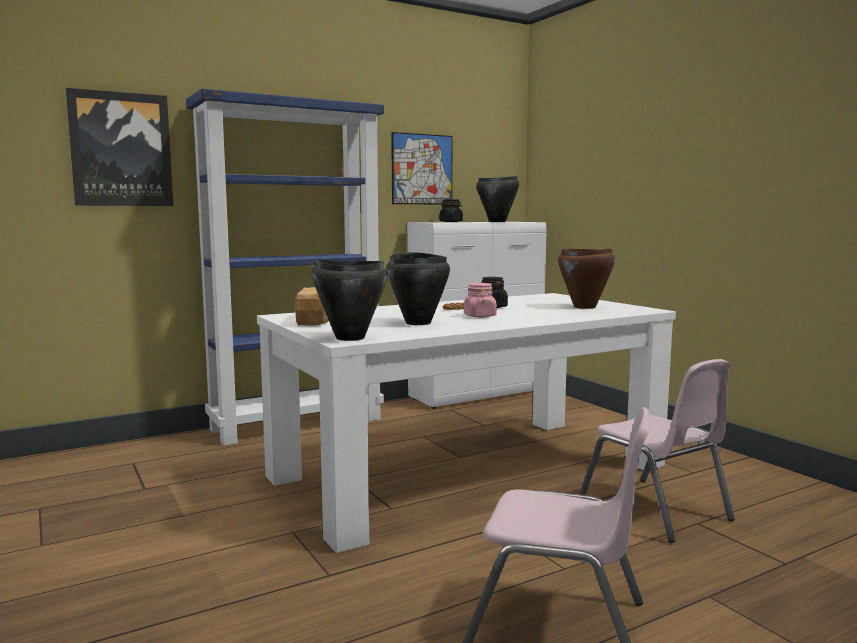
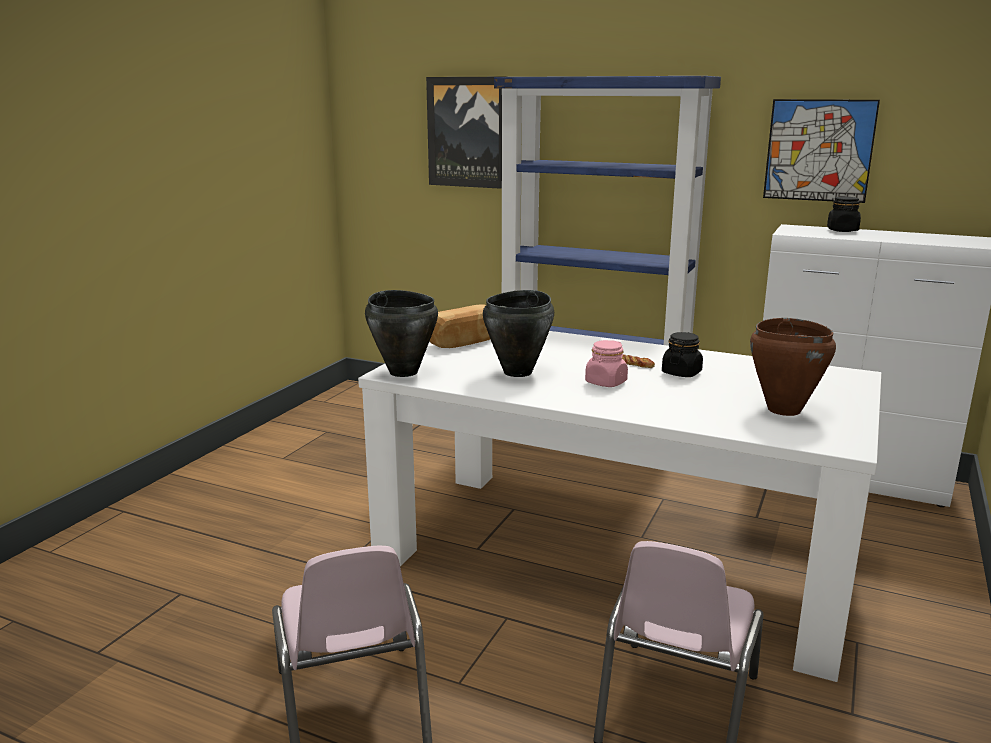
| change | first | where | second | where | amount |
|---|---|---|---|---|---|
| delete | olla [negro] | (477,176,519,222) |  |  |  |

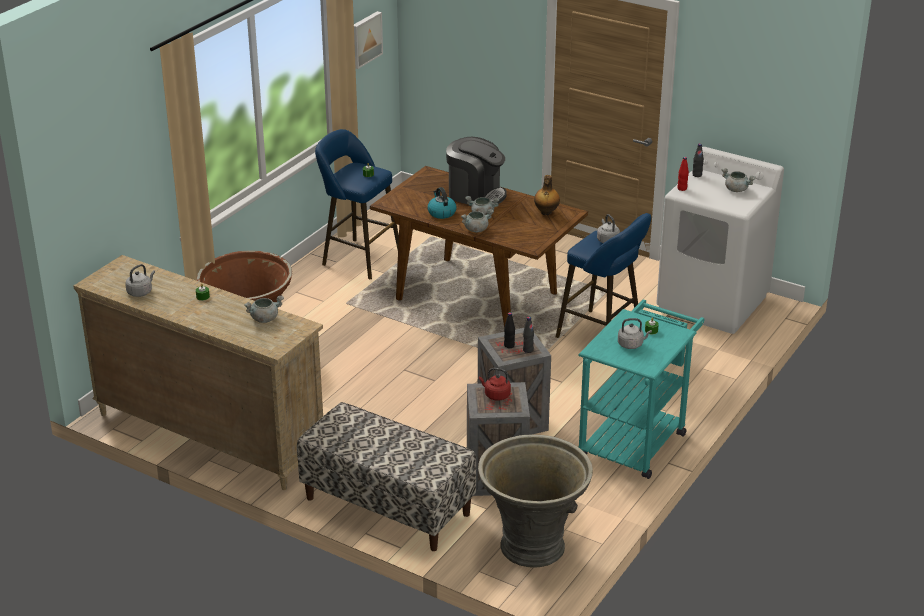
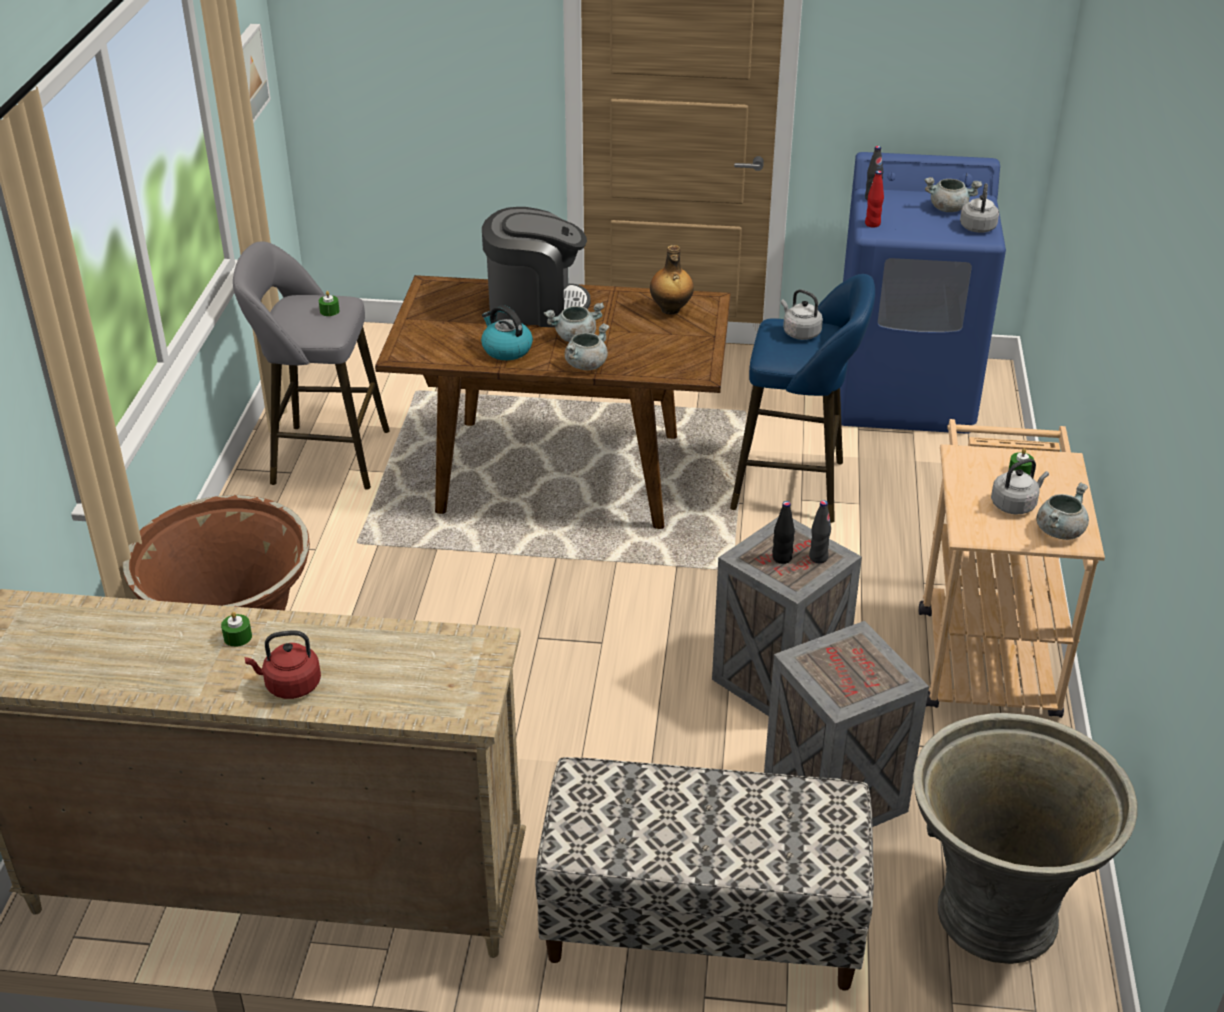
| change | first | where | second | where | amount |
|---|---|---|---|---|---|
| recolor | taburete [azul] | (315,129,399,279) | taburete [gris] | (233,241,390,490) |  |
| move | hervidor [rojo] | (479,368,511,401) |  | (244,631,321,699) |  |
| recolor | lavadora [blanco] | (656,147,784,334) | lavadora [azul] | (840,152,1006,434) |  |
| recolor | carrito [turquesa] | (578,299,704,479) | carrito [beis] | (919,419,1105,718) |  |
| move | hervidor [gris] | (125,264,155,297) |  | (960,183,999,233) |  |
| move | olla [gris] | (244,296,284,323) |  | (1036,482,1089,540) |  |

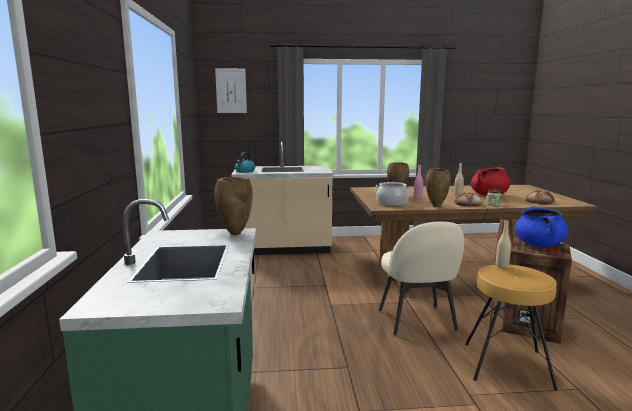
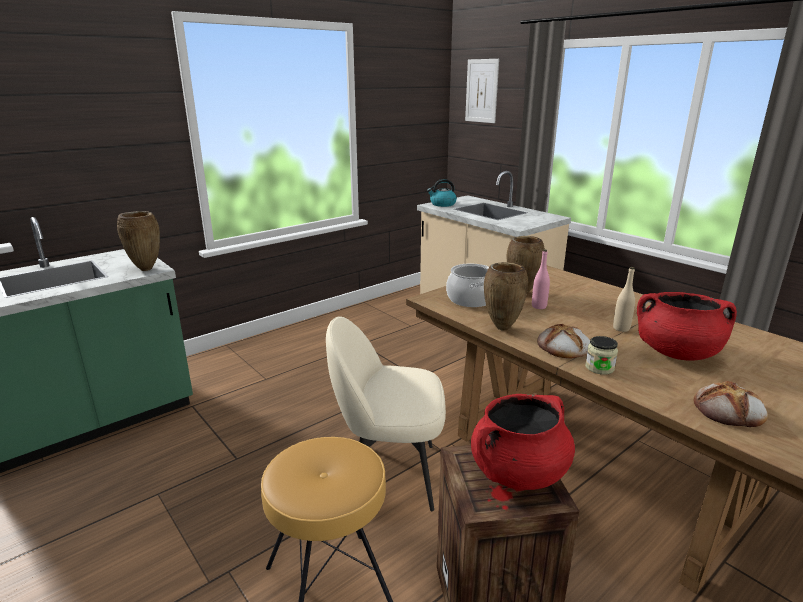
| change | first | where | second | where | amount |
|---|---|---|---|---|---|
| rotate | silla [beis] | (379,221,464,335) |  | (326,316,446,511) | 45 degrees clockwise |
| recolor | olla [azul] | (515,207,568,247) | olla [rojo] | (471,394,575,490) |  |
| delete | botella [beis] | (496,219,511,268) |  |  |  |

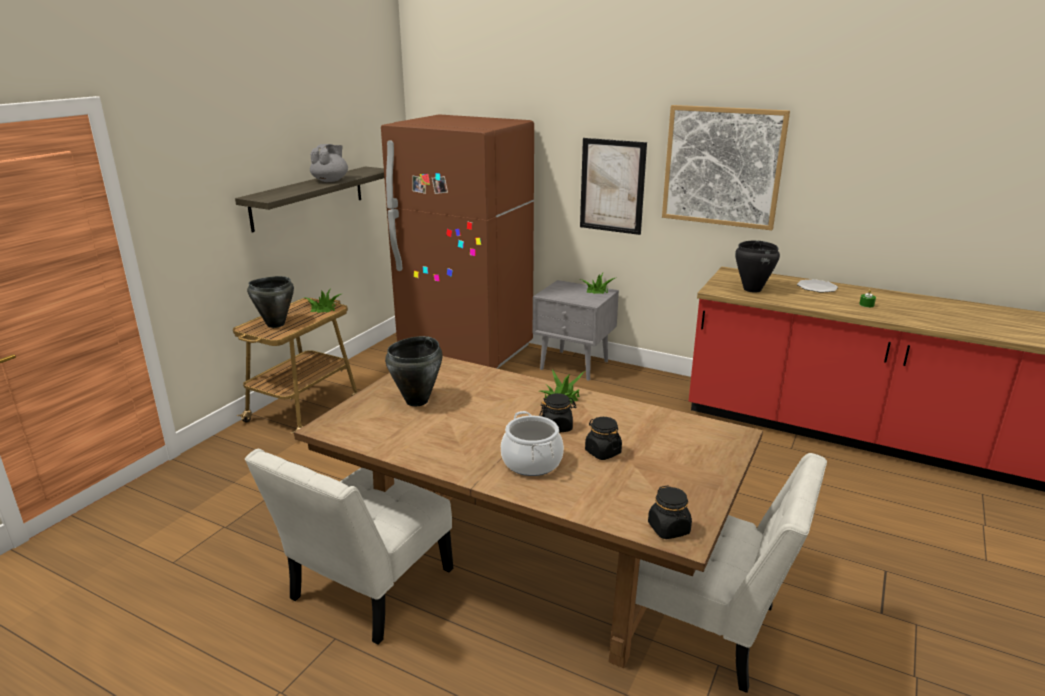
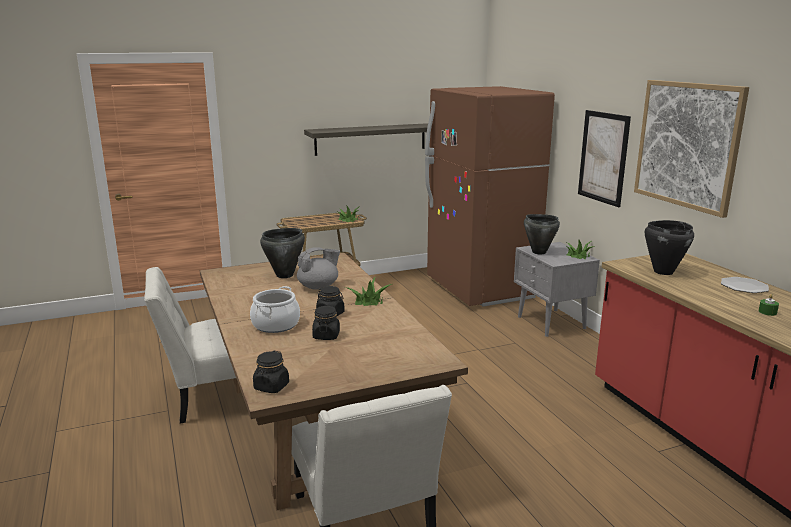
| change | first | where | second | where | amount |
|---|---|---|---|---|---|
| move | tetera [gris] | (310,144,348,182) |  | (297,247,340,290) |  |
| move | olla [negro] | (247,276,294,328) |  | (524,214,560,255) |  |

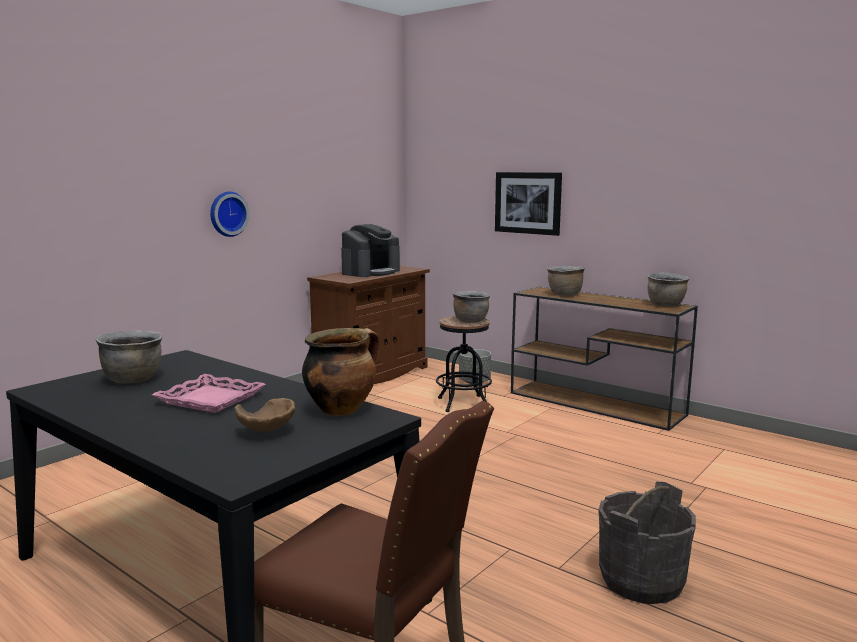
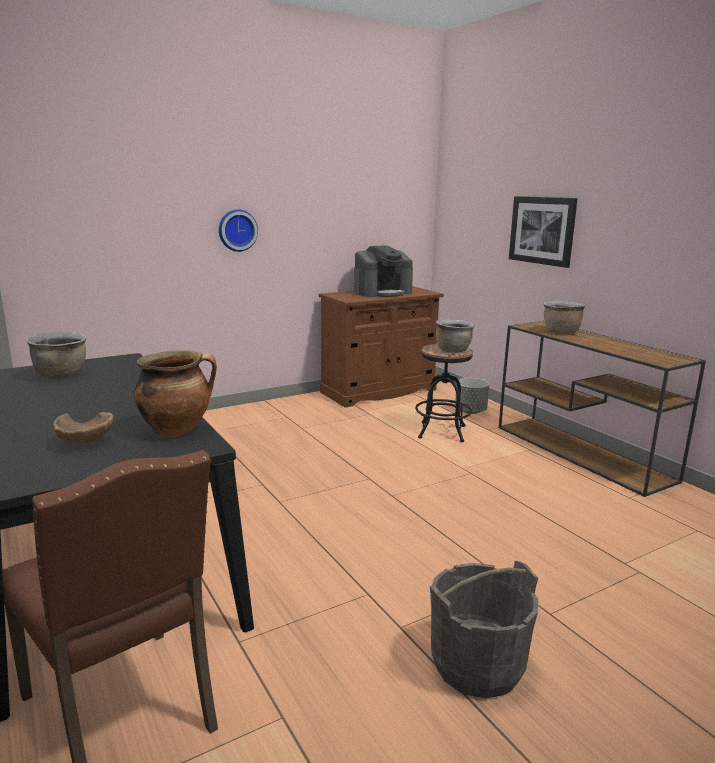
| change | first | where | second | where | amount |
|---|---|---|---|---|---|
| delete | bandeja [rosa] | (152,374,266,413) |  |  |  |
| delete | olla [marrón] | (647,272,689,306) |  |  |  |

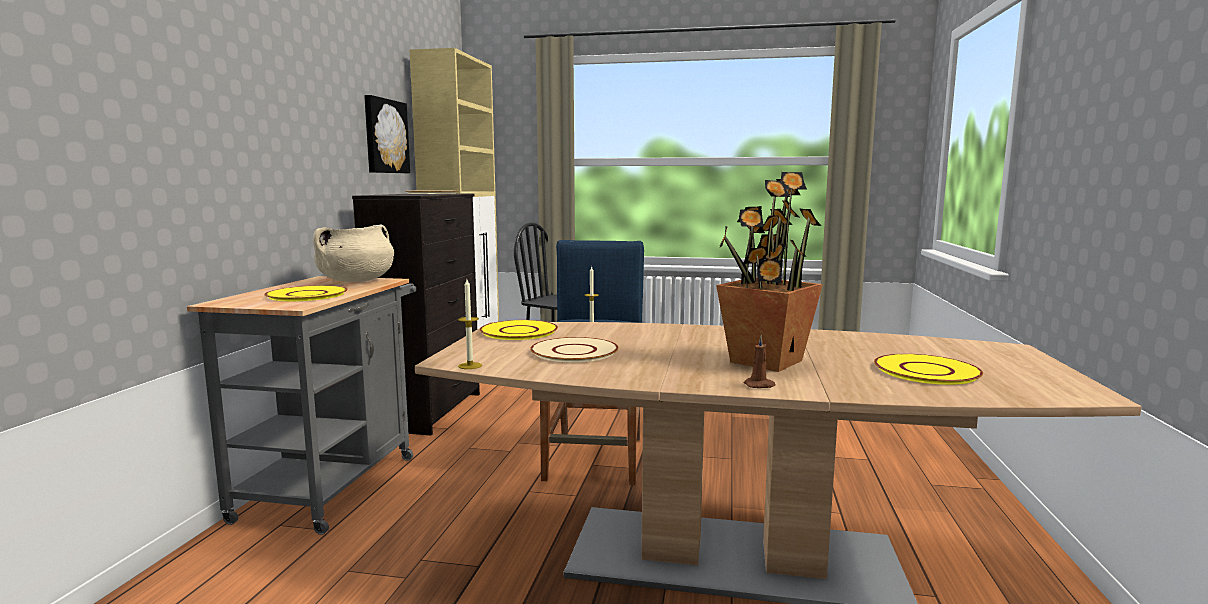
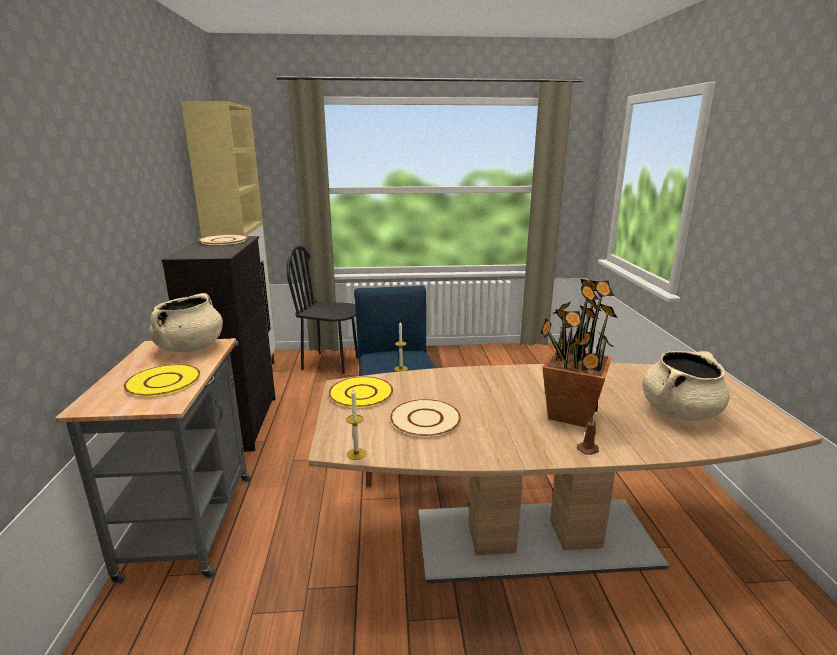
| change | first | where | second | where | amount |
|---|---|---|---|---|---|
| replace | plato [amarillo] | (874,354,983,385) | olla [beis] | (642,351,730,421) |  |
| delete | cuadro | (364,95,410,173) |  |  |  |

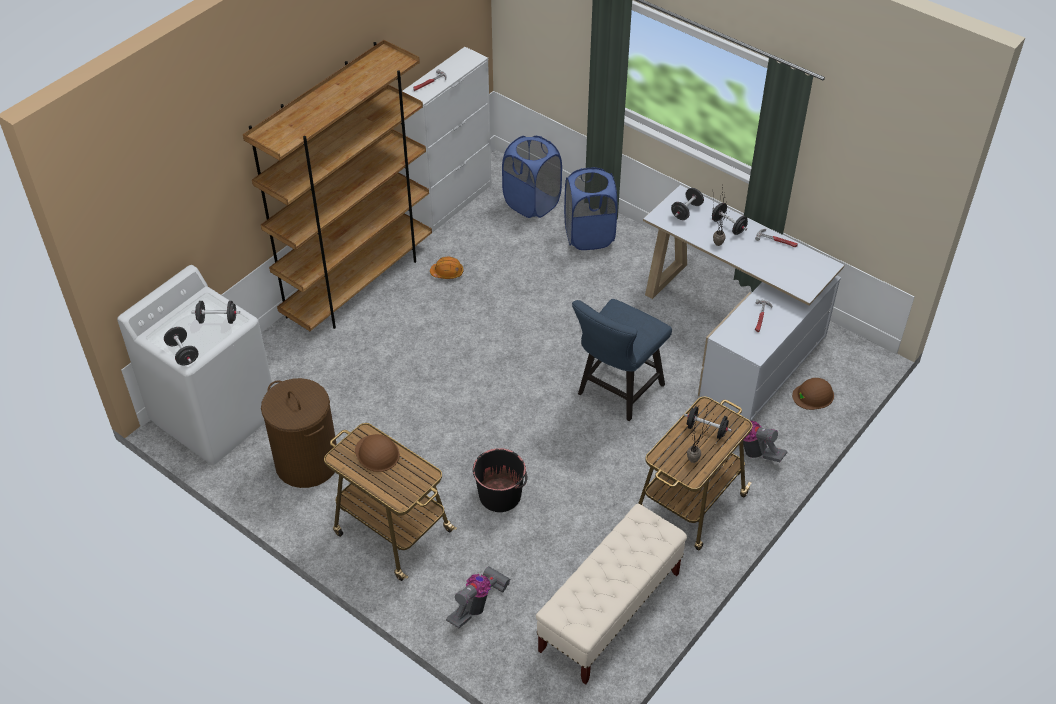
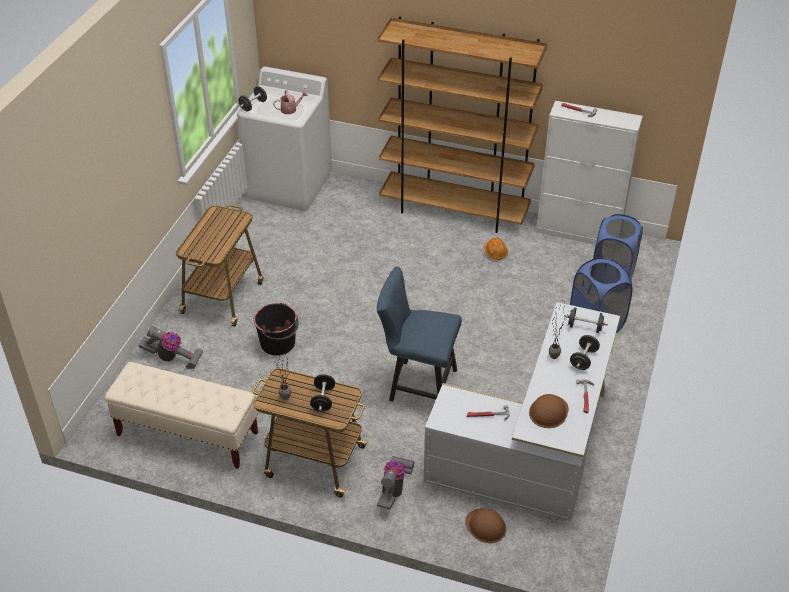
| change | first | where | second | where | amount |
|---|---|---|---|---|---|
| replace | mancuerna [negro] | (191,301,240,324) | regadera | (273,90,308,114) |  |
| move | casco [marrón] | (355,434,400,472) |  | (529,394,569,428) |  |
| delete | cesto de la ropa [marrón] | (261,378,337,488) |  |  |  |

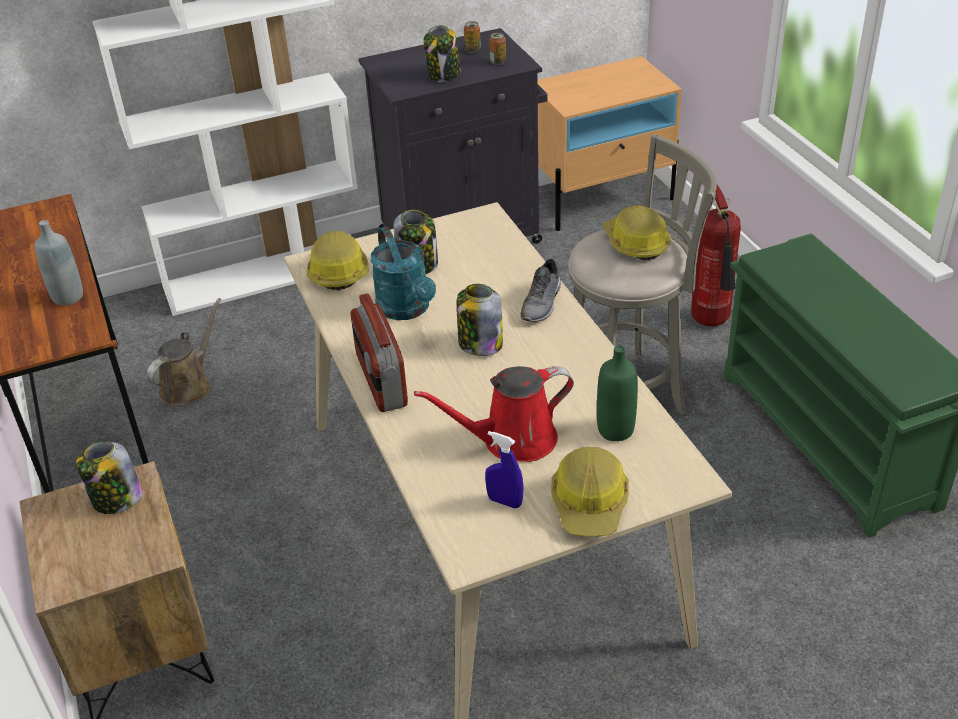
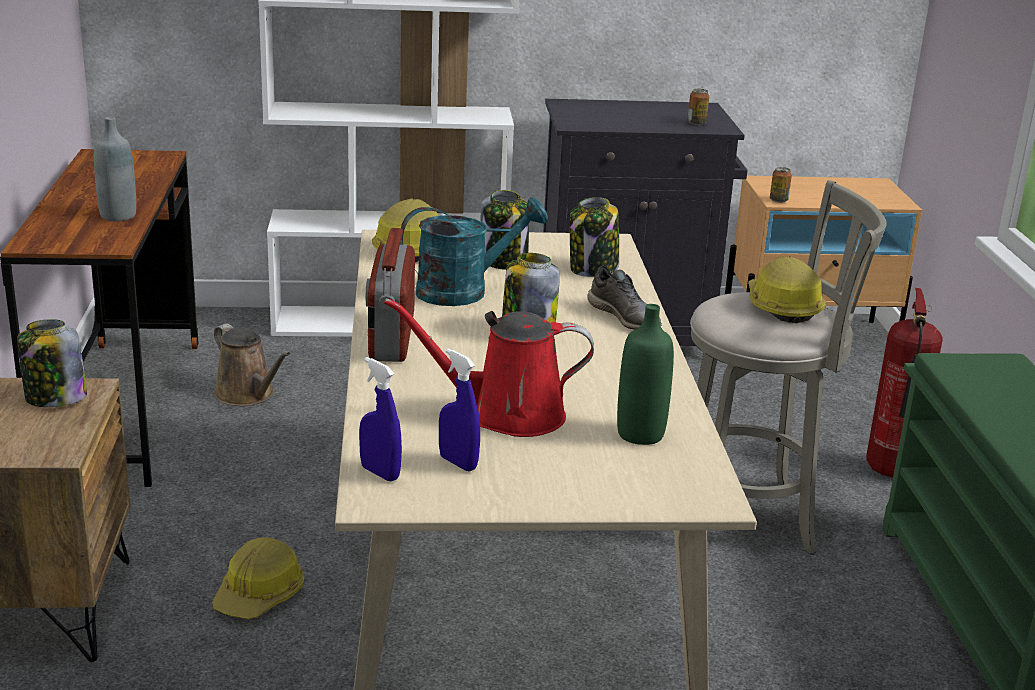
| change | first | where | second | where | amount |
|---|---|---|---|---|---|
| move | casco | (551,447,629,537) |  | (212,537,305,619) |  |
| rotate | regadera [marrón] | (147,298,221,406) |  | (214,323,291,406) | 90 degrees clockwise |
| insert |  |  | pulverizador [azul] | (359,357,402,482) |  |
| rotate | regadera [turquesa] | (370,226,436,320) |  | (401,197,548,306) | 105 degrees counterclockwise |
| move | tarro | (424,25,461,82) |  | (570,197,619,277) |  |
| rotate | zapato [gris] | (520,259,561,322) |  | (588,265,662,329) | 75 degrees counterclockwise |
| move | lata | (464,21,481,53) |  | (770,167,792,203) |  |

